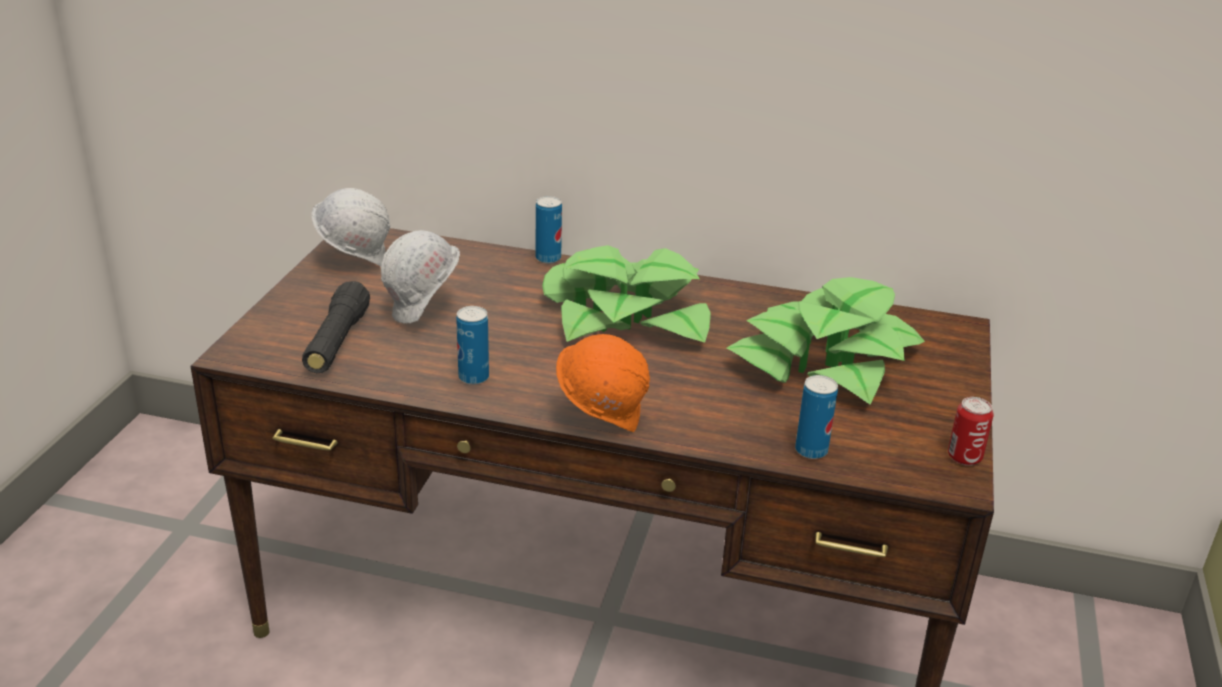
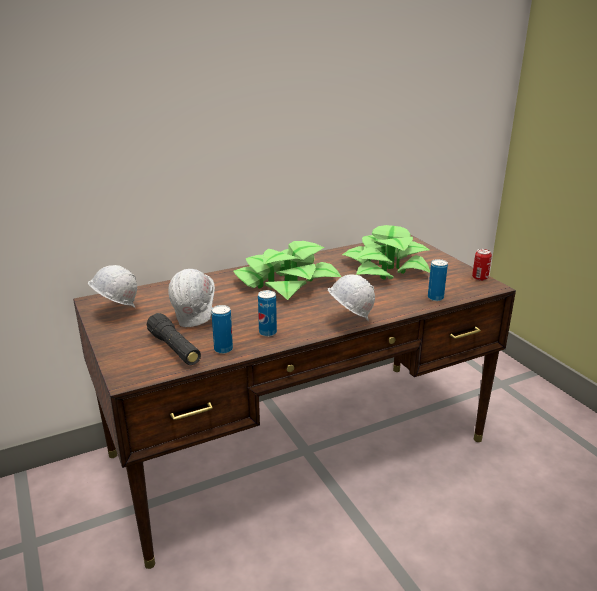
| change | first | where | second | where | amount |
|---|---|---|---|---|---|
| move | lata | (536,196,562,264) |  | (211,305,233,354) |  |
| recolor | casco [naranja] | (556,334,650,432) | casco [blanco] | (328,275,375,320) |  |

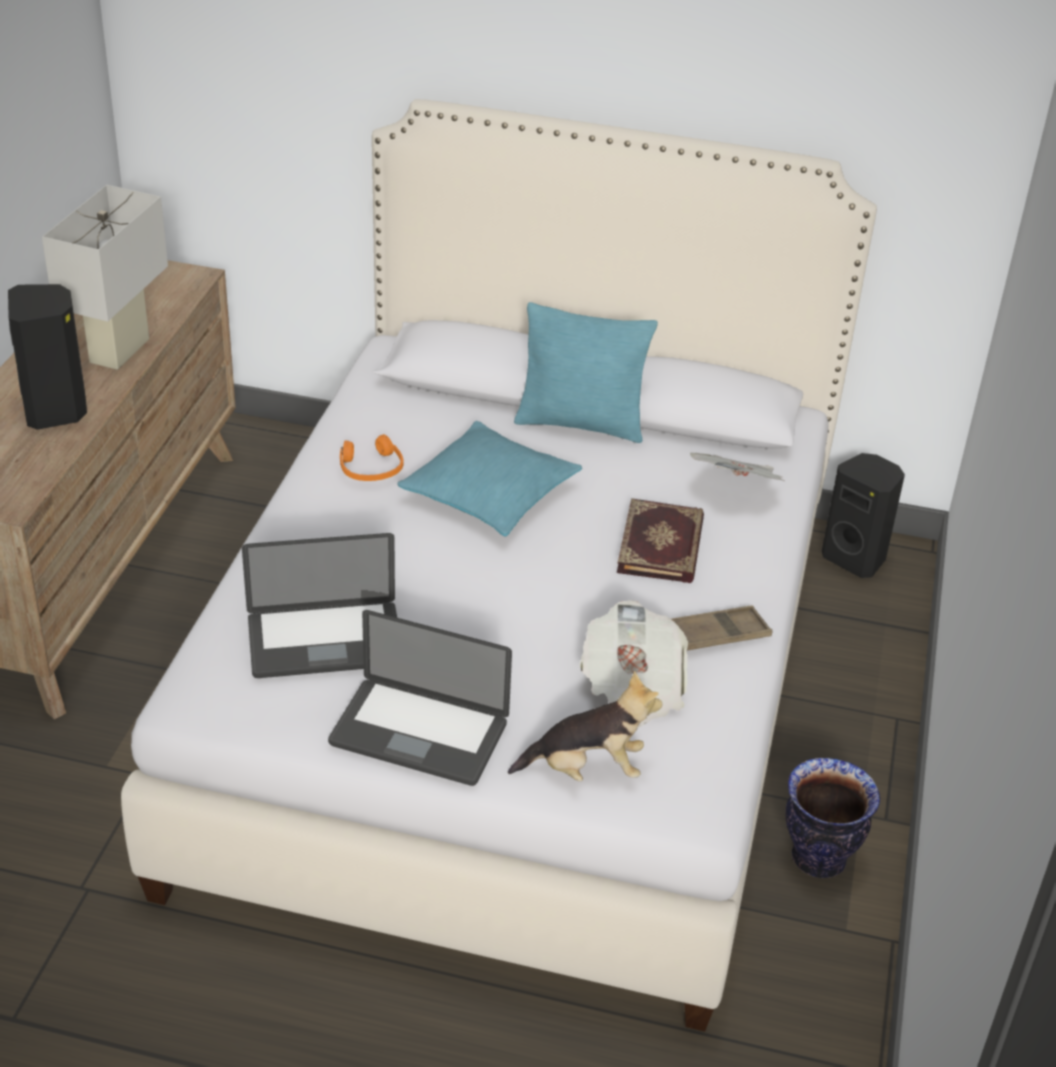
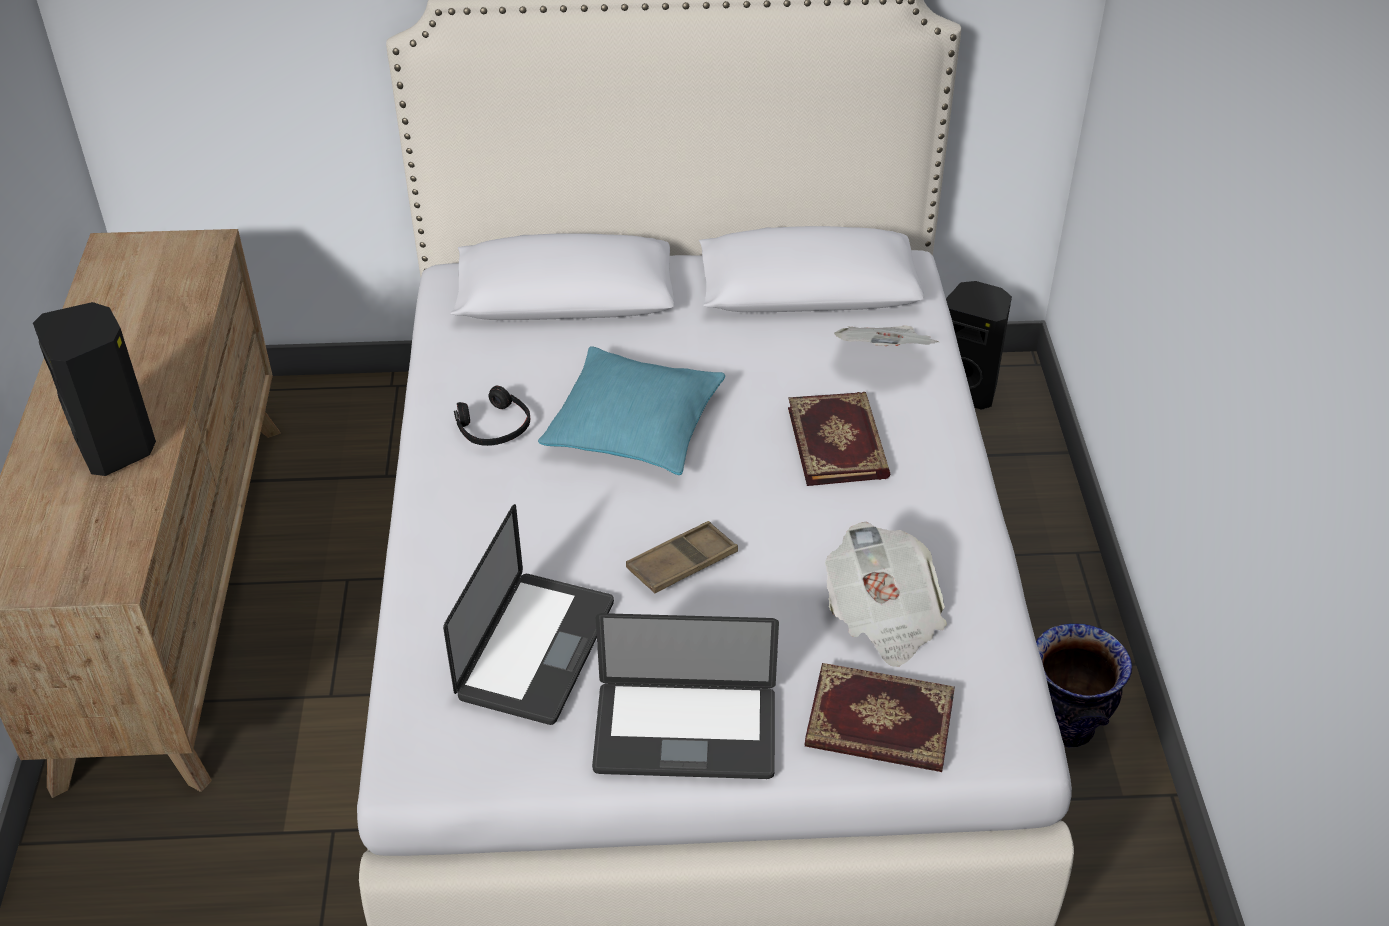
| change | first | where | second | where | amount |
|---|---|---|---|---|---|
| rotate | portátil | (242,533,397,678) |  | (443,504,614,725) | 45 degrees counterclockwise |
| recolor | auriculares [naranja] | (340,434,404,481) | auriculares [negro] | (454,386,530,446) |  |
| move | bandeja [marrón] | (671,605,772,650) |  | (626,521,738,593) |  |
| replace | peluche | (508,671,662,782) | libro | (805,663,955,772) |  |
| delete | lámpara de mesa [blanco] | (42,185,168,370) |  |  |  |
| delete | cojín [turquesa] | (514,302,658,443) |  |  |  |

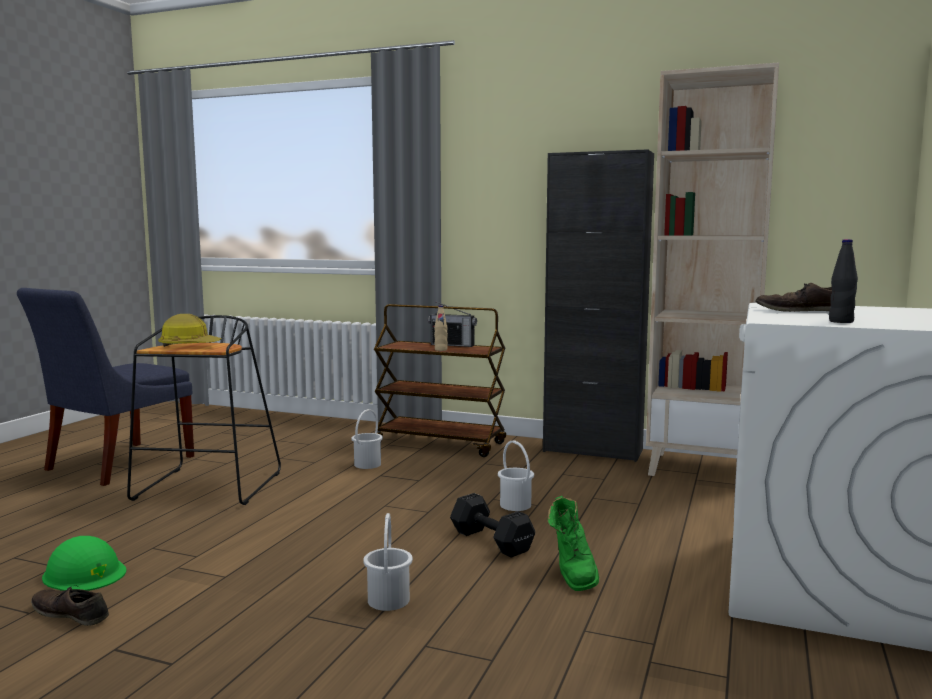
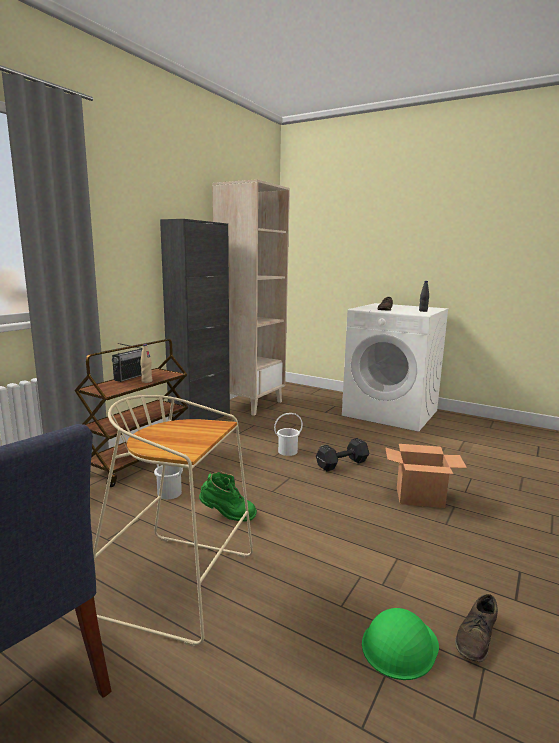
| change | first | where | second | where | amount |
|---|---|---|---|---|---|
| recolor | taburete [negro] | (127,315,281,505) | taburete [beis] | (93,395,253,647) |  |
| move | bota [verde] | (547,496,599,591) |  | (199,471,257,521) |  |
| replace | cubo [blanco] | (363,513,413,611) | caja de cartón | (385,444,467,508) |  |
| delete | casco | (158,314,222,347) |  |  |  |

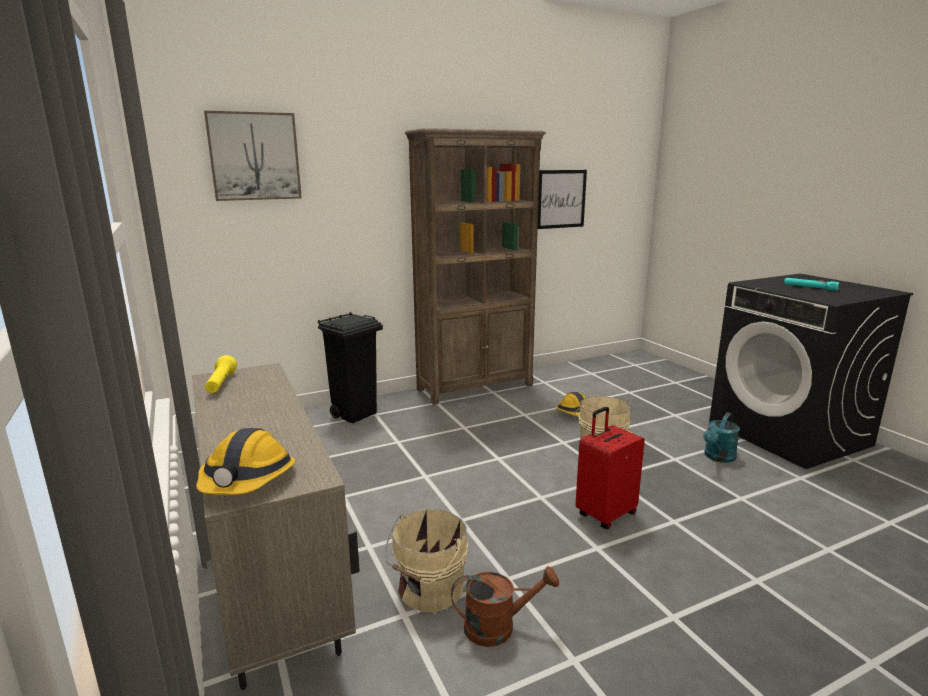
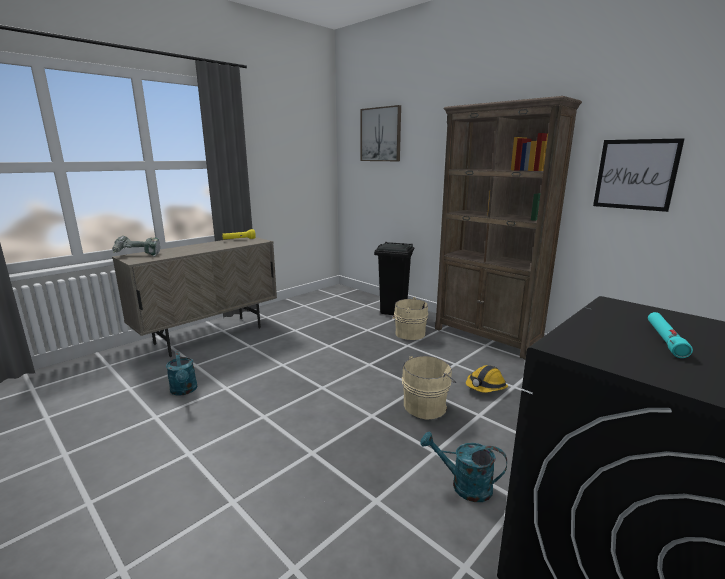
| change | first | where | second | where | amount |
|---|---|---|---|---|---|
| replace | casco | (196,428,296,495) | taladro | (112,236,160,257) |  |
| recolor | regadera [marrón] | (451,566,559,647) | regadera [turquesa] | (166,351,198,395) |  |
| move | cubo [beis] | (385,509,468,613) |  | (392,297,428,340) |  |
| delete | maleta [rojo] | (575,407,645,529) |  |  |  |

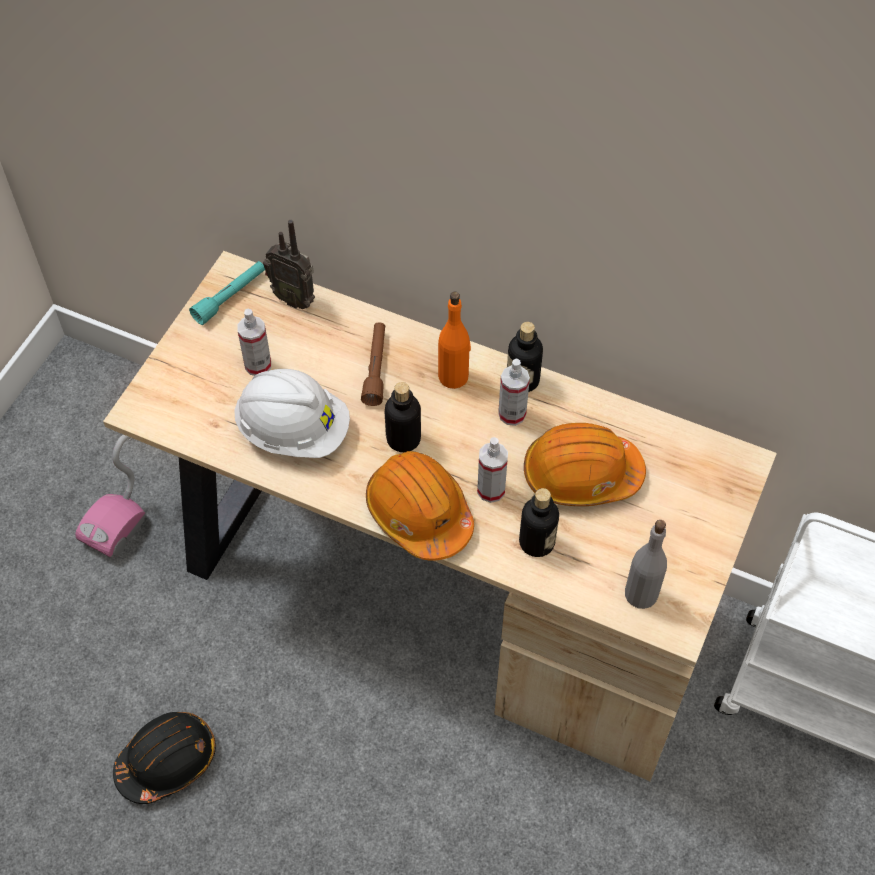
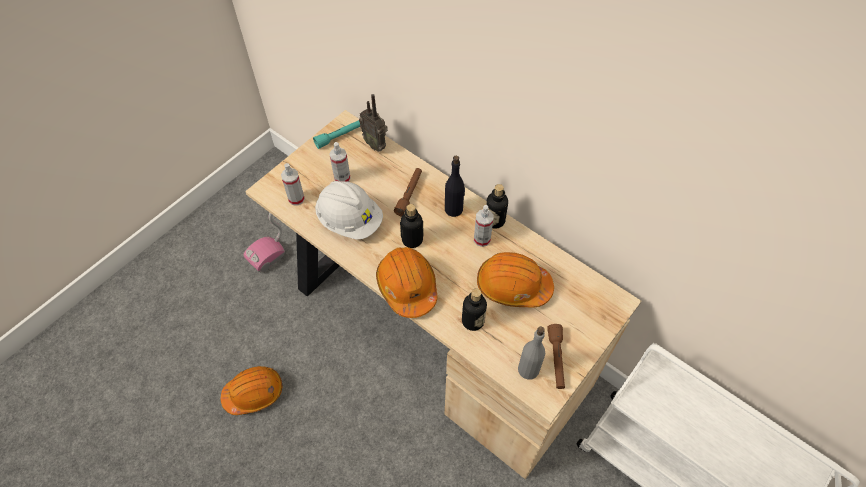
| change | first | where | second | where | amount |
|---|---|---|---|---|---|
| recolor | casco [negro] | (113,712,216,804) | casco [naranja] | (221,366,282,415) |  |
| move | pulverizador | (477,437,508,503) |  | (281,163,305,205) |  |
| recolor | botella [naranja] | (438,292,471,389) | botella [negro] | (445,156,465,217) |  |
| insert |  |  | linterna [marrón] | (547,324,565,389) |  |

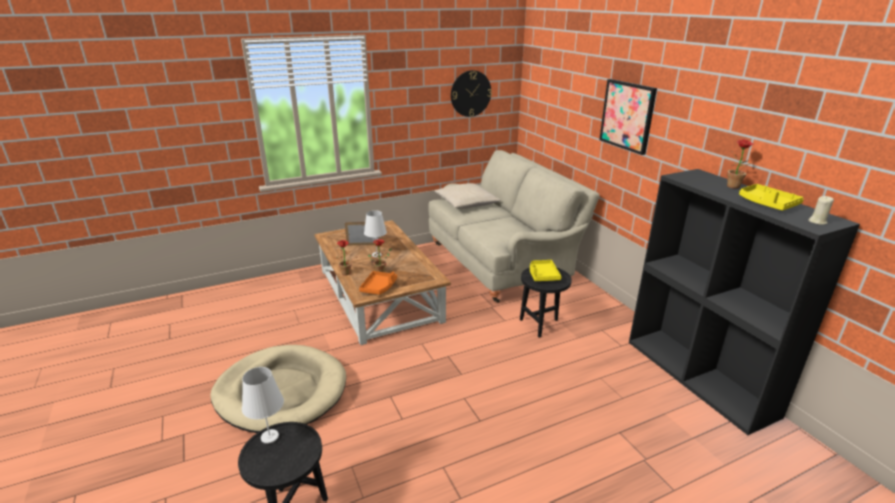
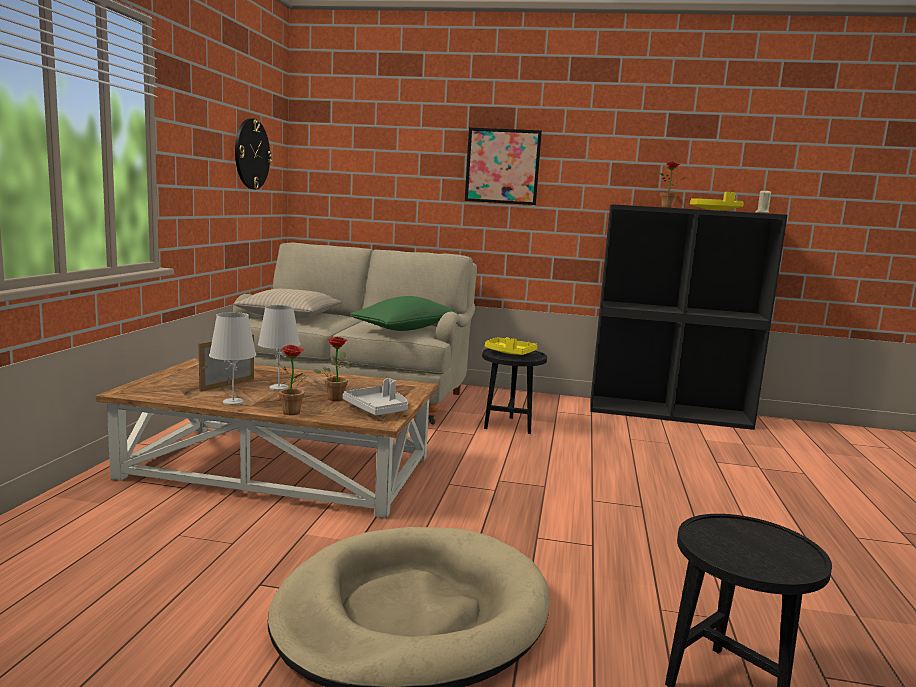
| change | first | where | second | where | amount |
|---|---|---|---|---|---|
| move | lámpara de mesa [blanco] | (242,367,284,444) |  | (209,312,256,405) |  |
| recolor | bandeja [naranja] | (359,271,397,295) | bandeja [gris] | (343,378,408,416) |  |
| insert |  |  | cojín [verde] | (350,296,458,331) |  |

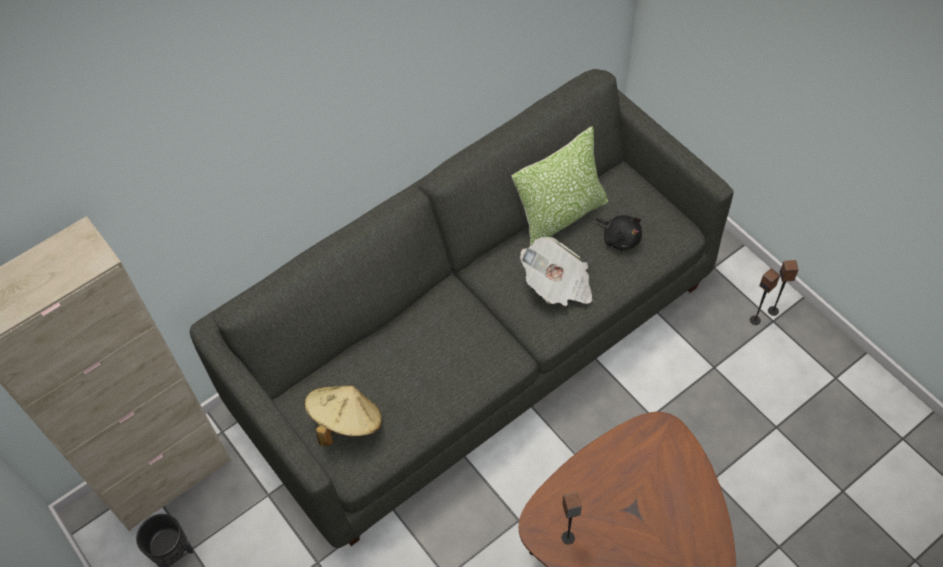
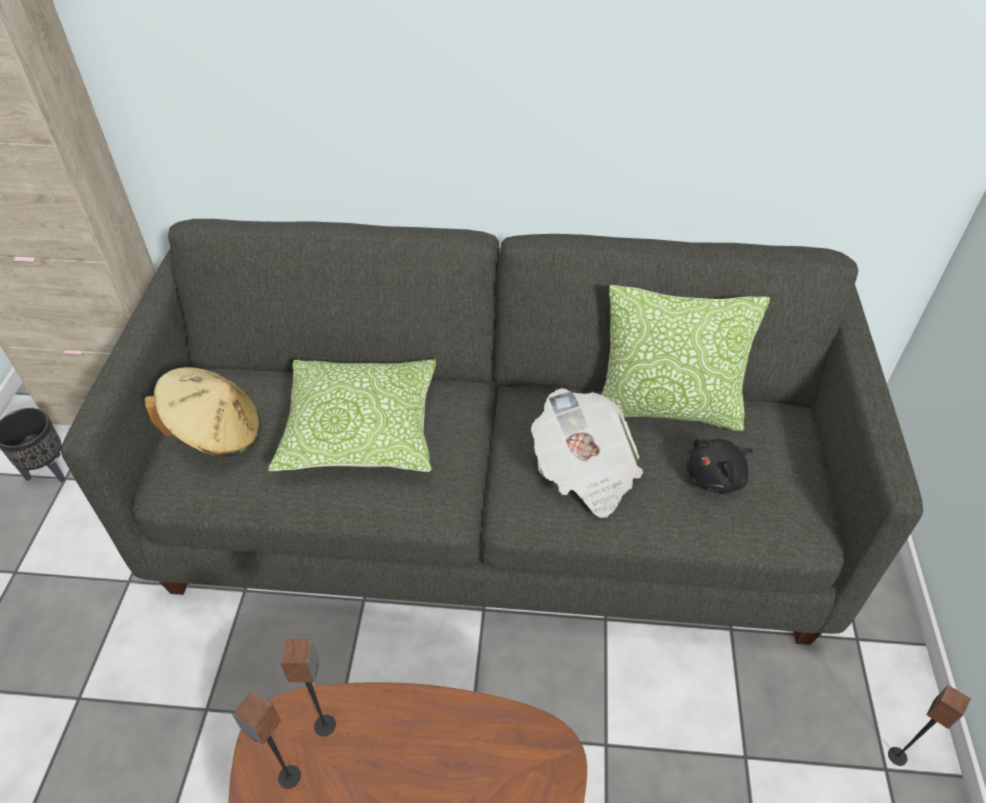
| change | first | where | second | where | amount |
|---|---|---|---|---|---|
| insert |  |  | cojín | (268,359,436,472) |  |
| move | altavoz | (750,268,780,325) |  | (281,639,336,736) |  |
| rotate | peluche [negro] | (596,215,642,251) |  | (686,438,753,494) | 60 degrees clockwise |

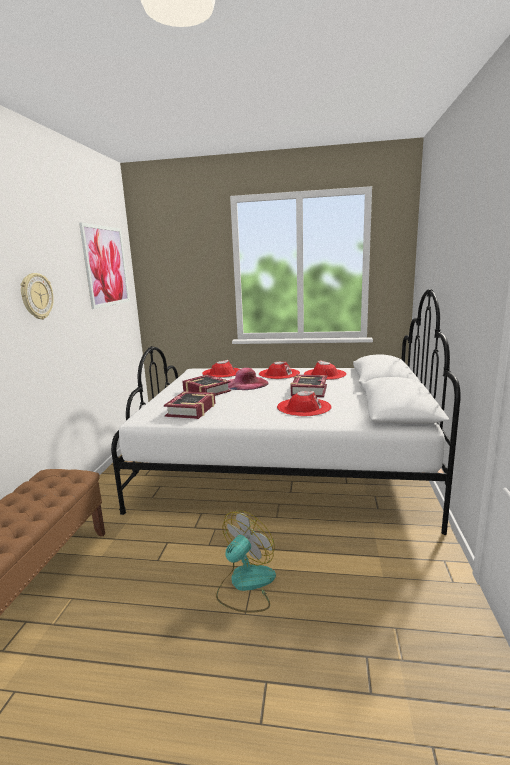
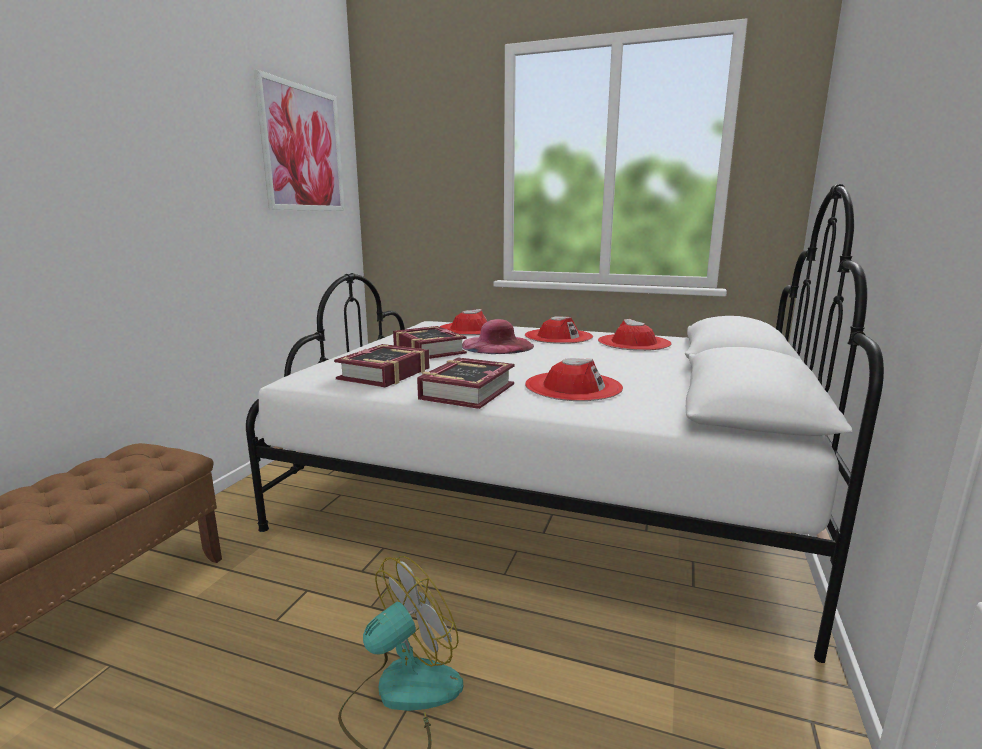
| change | first | where | second | where | amount |
|---|---|---|---|---|---|
| move | libro | (291,375,327,397) |  | (417,358,514,409) |  |
| delete | reloj de pared | (20,273,54,320) |  |  |  |

